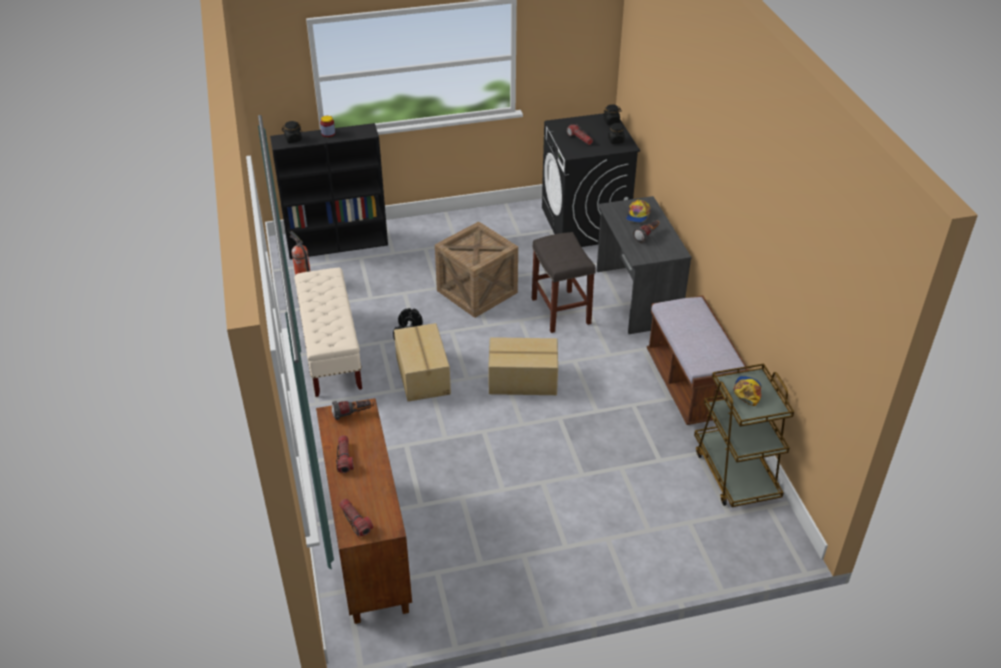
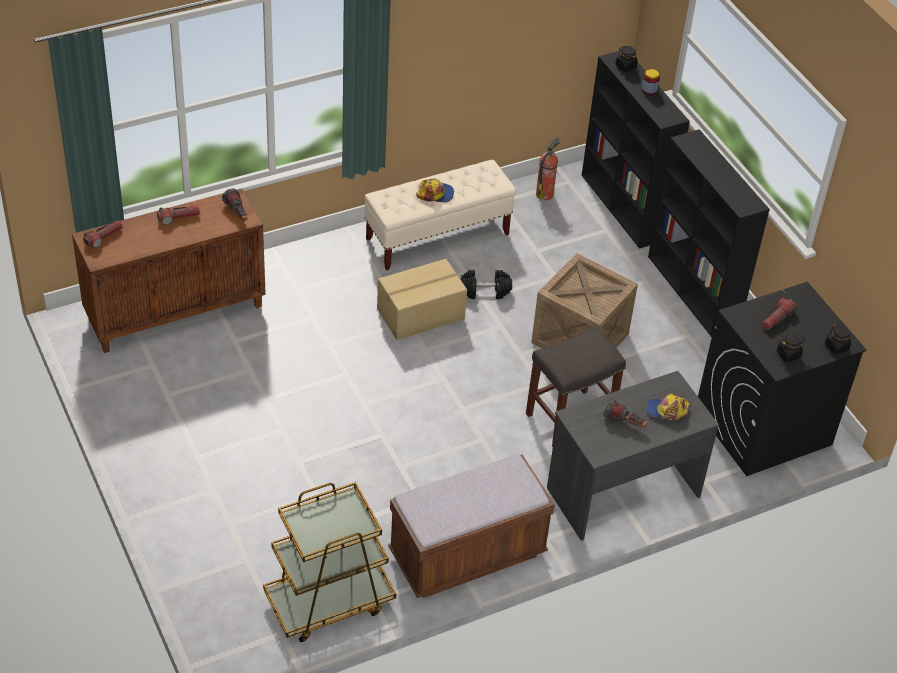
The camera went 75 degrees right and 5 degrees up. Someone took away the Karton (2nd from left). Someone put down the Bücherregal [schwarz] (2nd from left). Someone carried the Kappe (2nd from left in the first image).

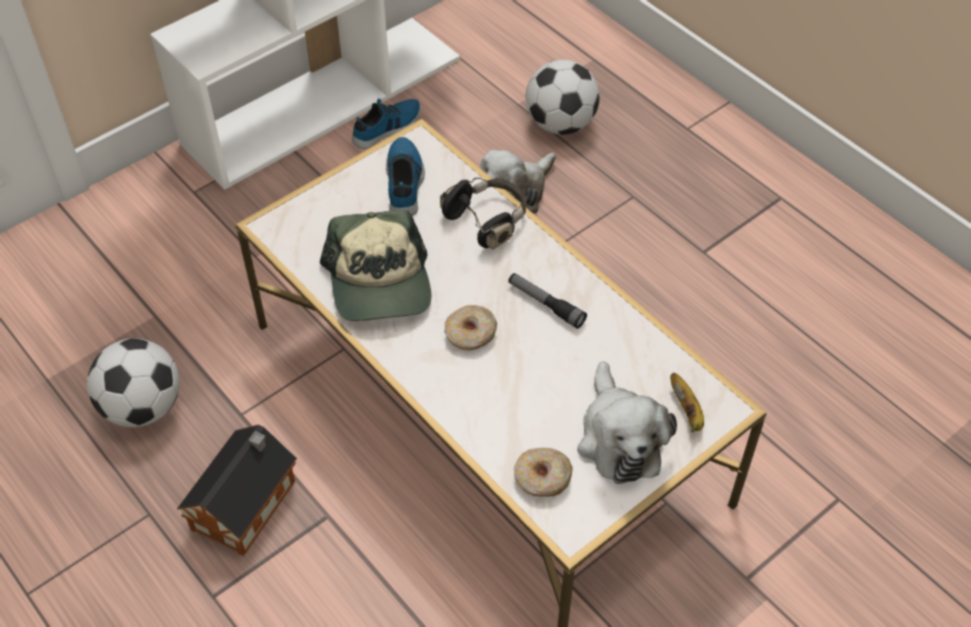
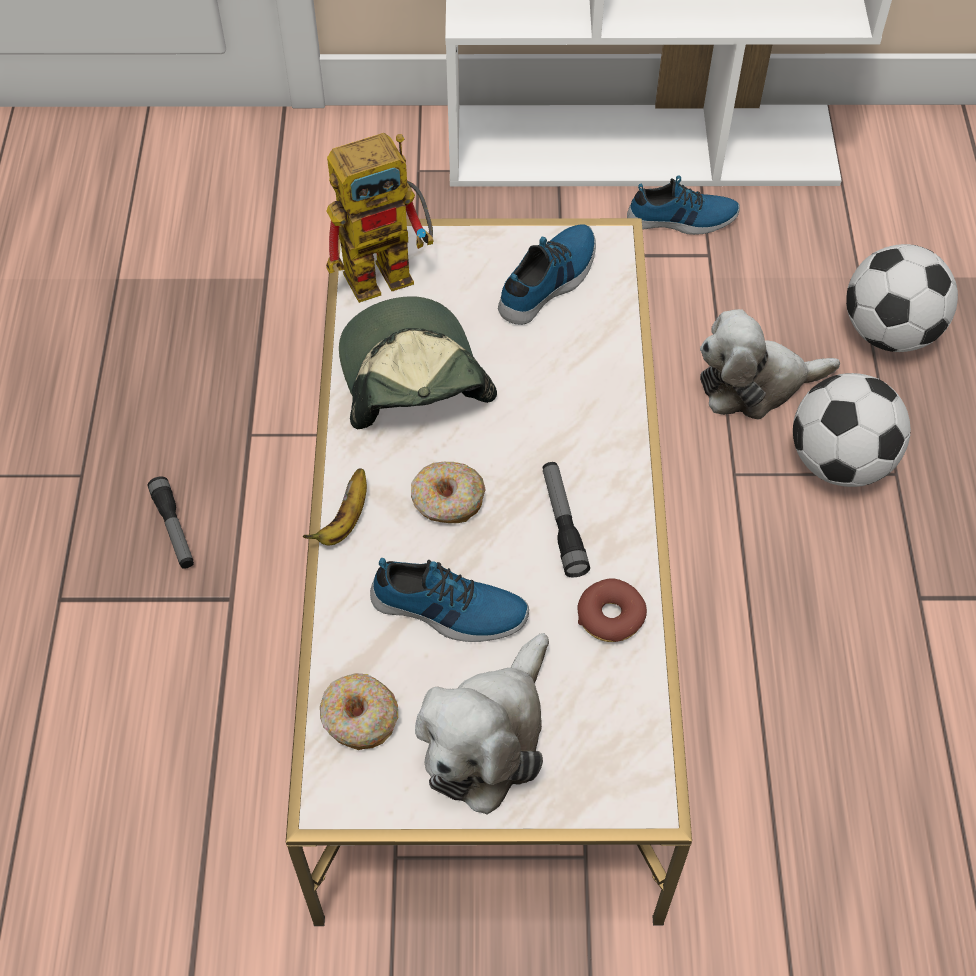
The camera went 40 degrees right and 5 degrees up. Someone took away the Kopfhörer [schwarz]. Someone put down the Spielzeugroboter. Someone put down the Schuh (1st from left). Someone put down the Donut (3rd from left). Someone carried the Fußball (1st from left). Someone carried the Banane. Someone swapped the Spielzeughaus for the Taschenlampe (1st from left). Someone rotated the Kappe by 135 degrees clockwise.

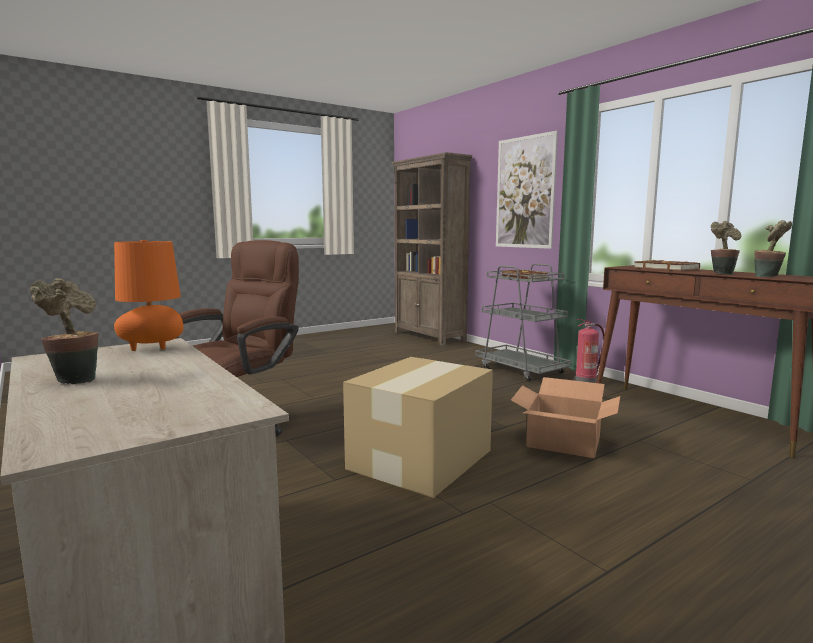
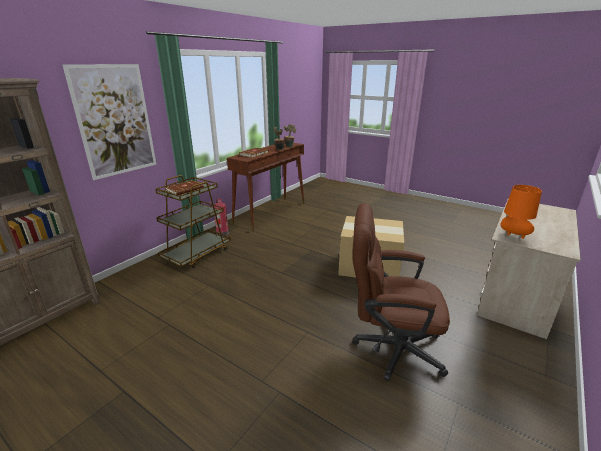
The camera went 110 degrees left and 15 degrees up. Someone took away the Topfpflanze (1st from left). Someone took away the Karton (2nd from left). Someone repainted the Rollwagen [grau], which became the Rollwagen [braun].

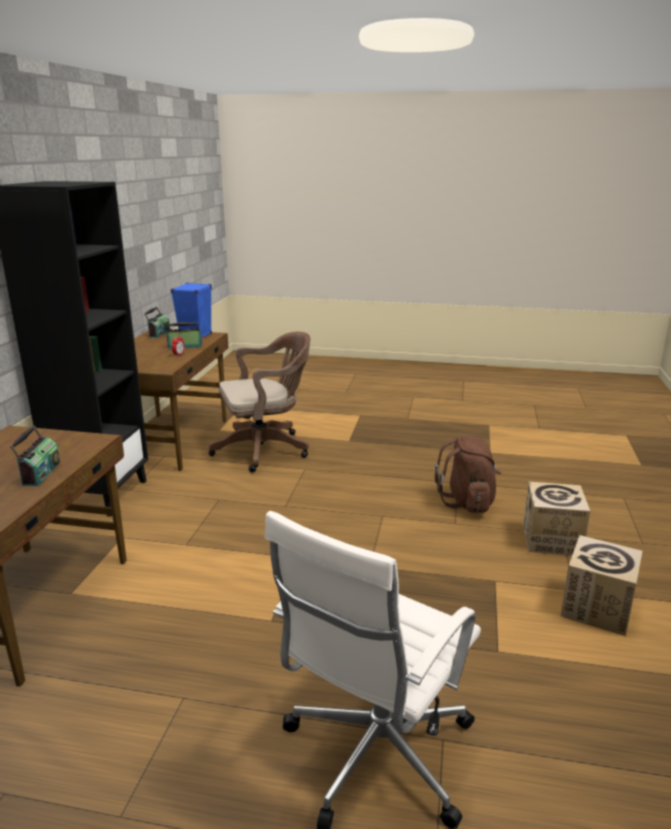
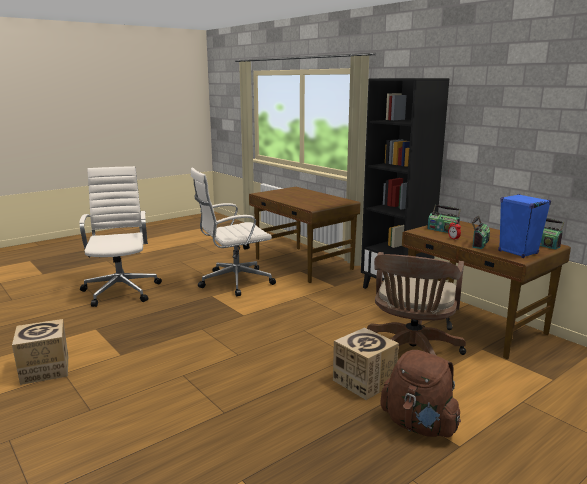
The camera went 130 degrees right and 5 degrees down. Someone put down the Bürostuhl [weiß] (2nd from left). Someone carried the Radio (1st from left). Someone carried the Rucksack [braun]. Someone carried the Karton (1st from left in the first image).

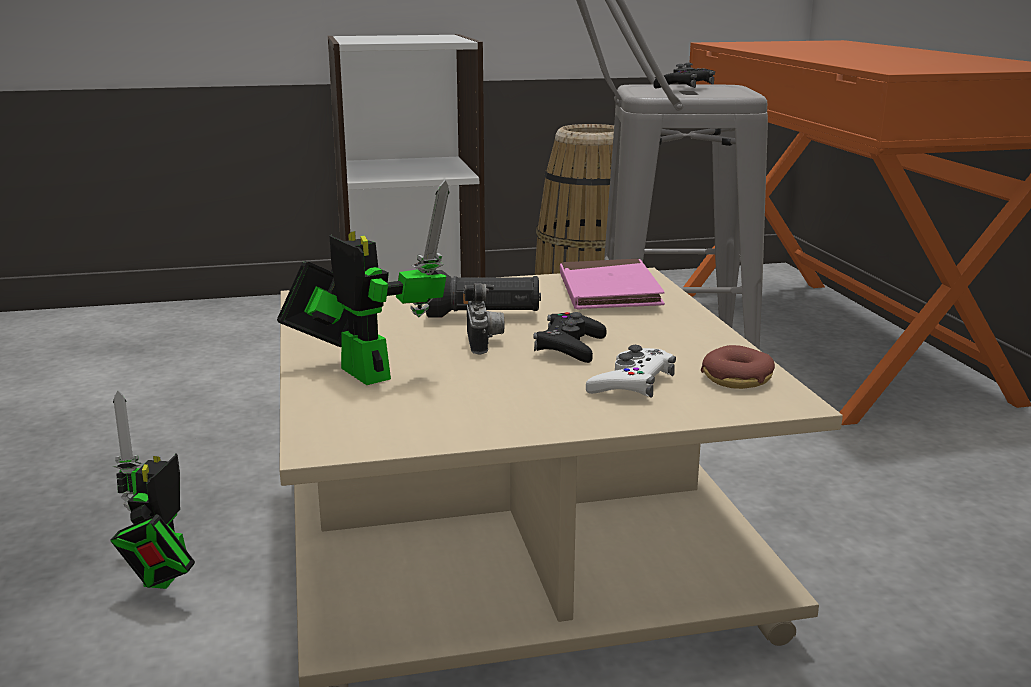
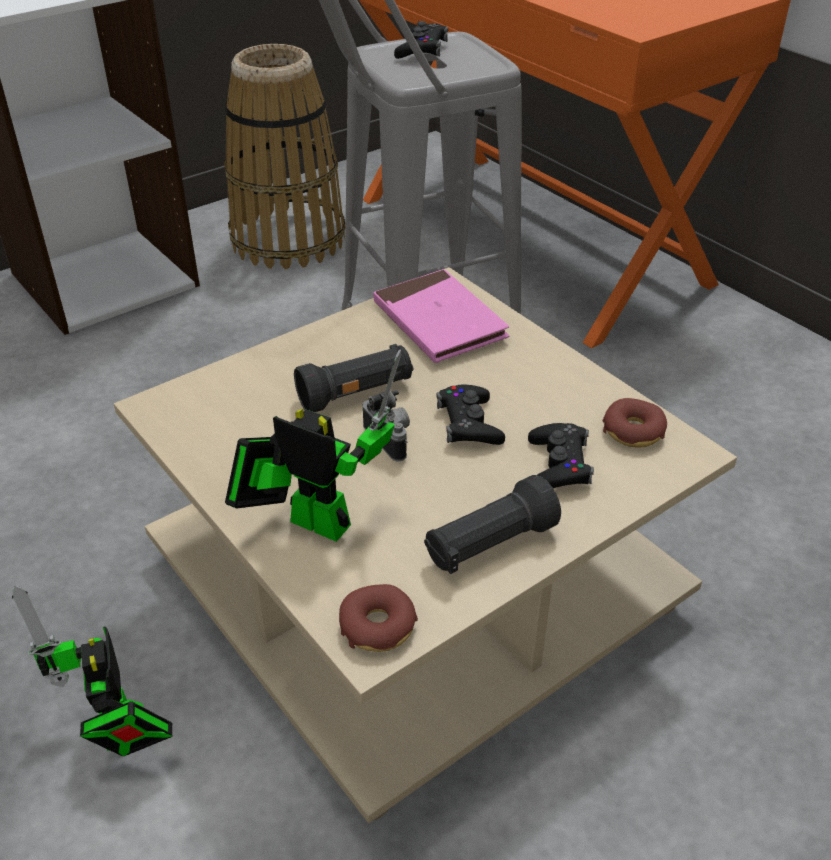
The camera went 25 degrees left and 20 degrees up. Someone put down the Donut (1st from left). Someone put down the Taschenlampe [schwarz] (2nd from left). Someone repainted the Gamepad [weiß], which became the Gamepad [schwarz] (3rd from left).

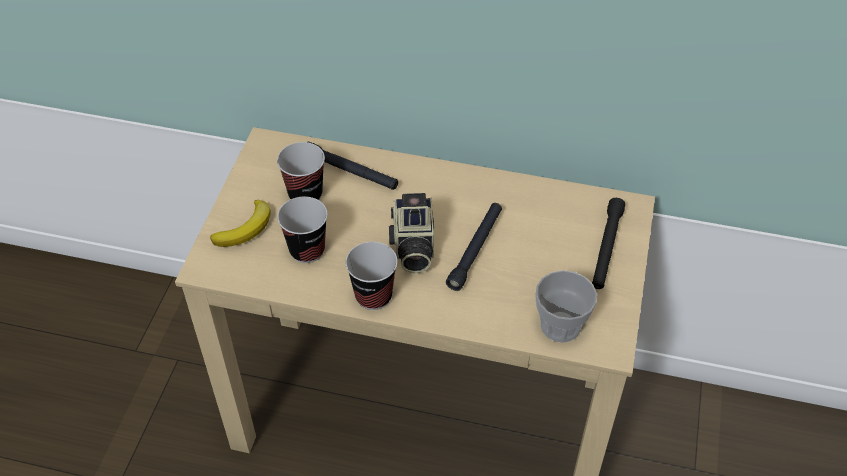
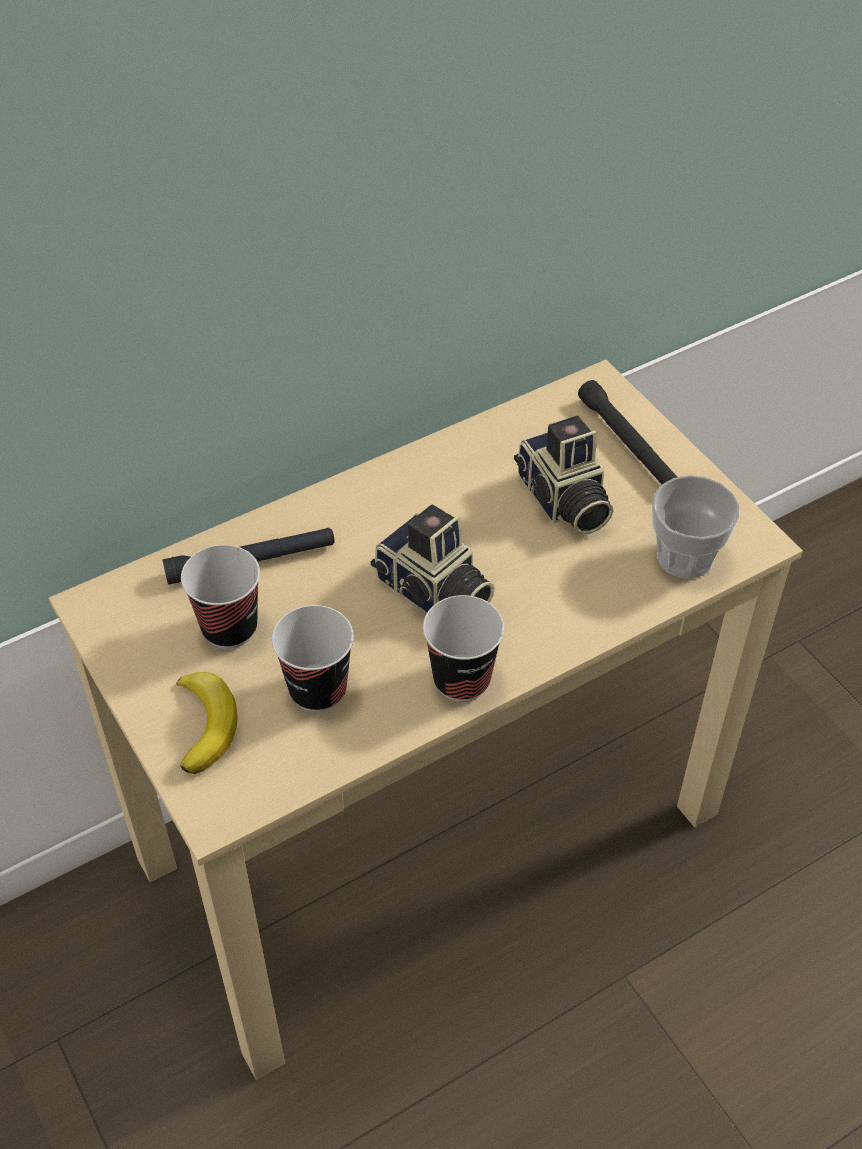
The camera went 45 degrees left and 0 degrees up. Someone took away the Taschenlampe [schwarz] (2nd from left). Someone put down the Kamera (2nd from left).

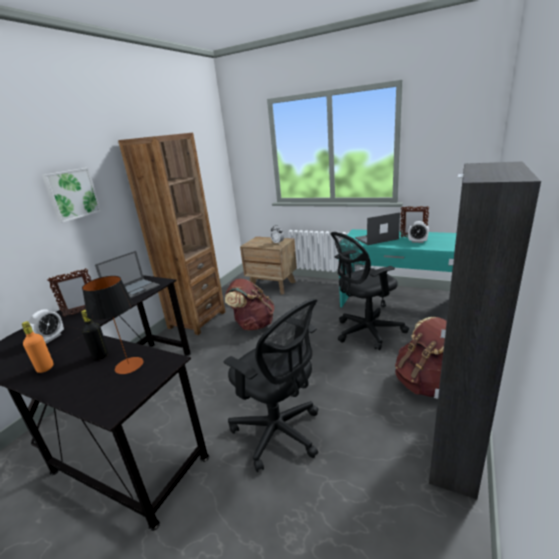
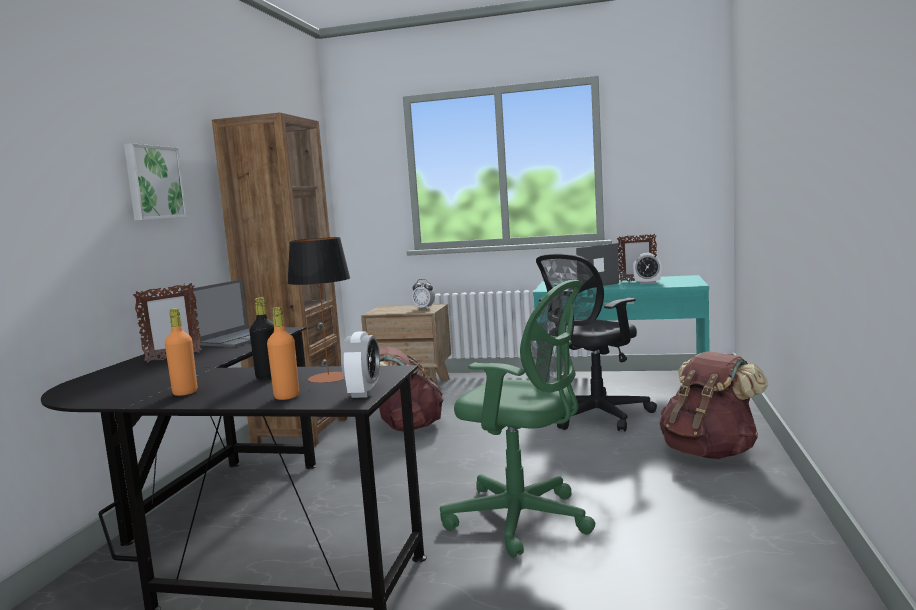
The camera went 15 degrees left and 15 degrees down. Someone took away the Schrank [schwarz]. Someone put down the Flasche [orange] (2nd from left). Someone carried the Wecker (1st from left). Someone repainted the Bürostuhl [schwarz] (1st from left), which became the Bürostuhl [grün].

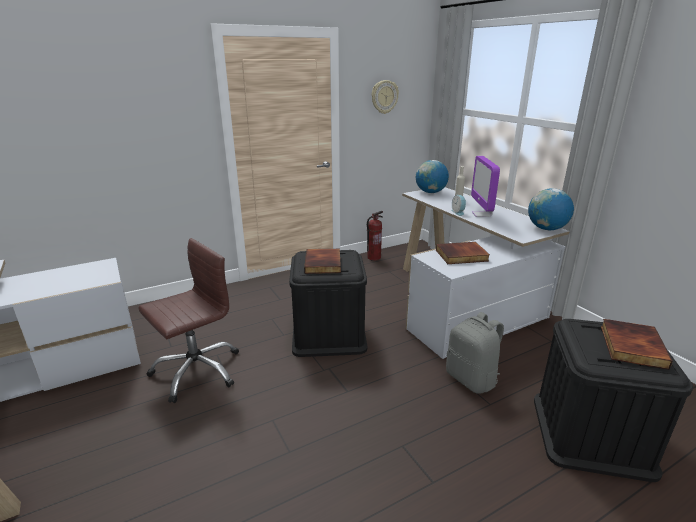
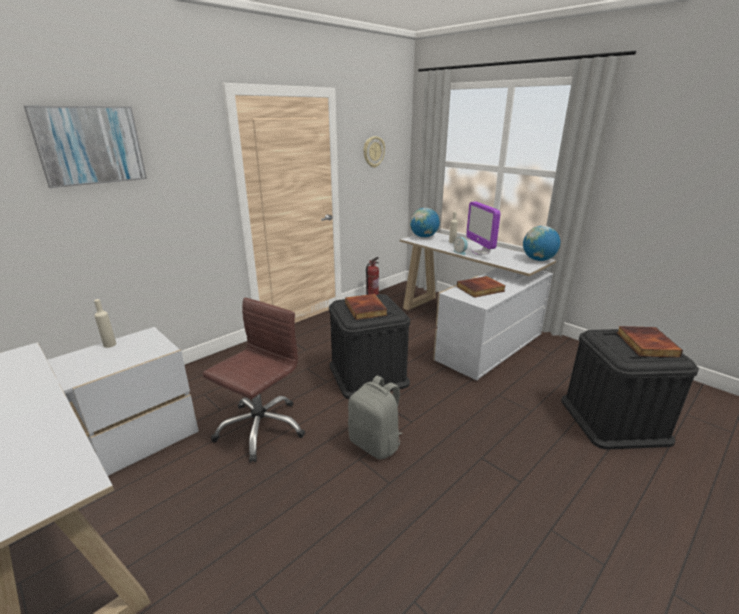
The camera went 15 degrees left and 0 degrees up. Someone put up the Bild. Someone put down the Flasche [beige] (1st from left). Someone carried the Rucksack [grau].

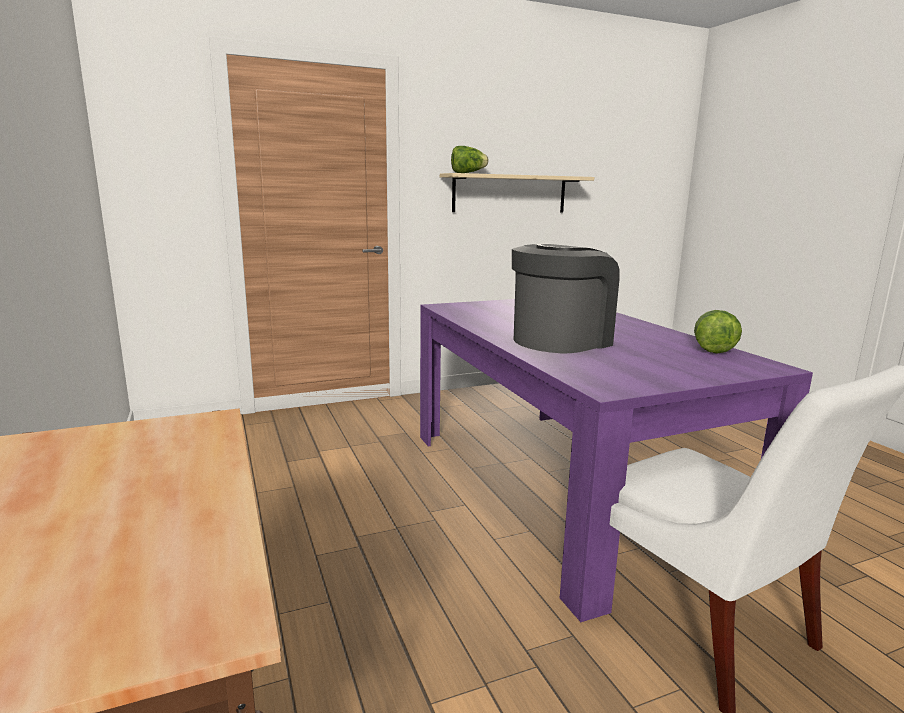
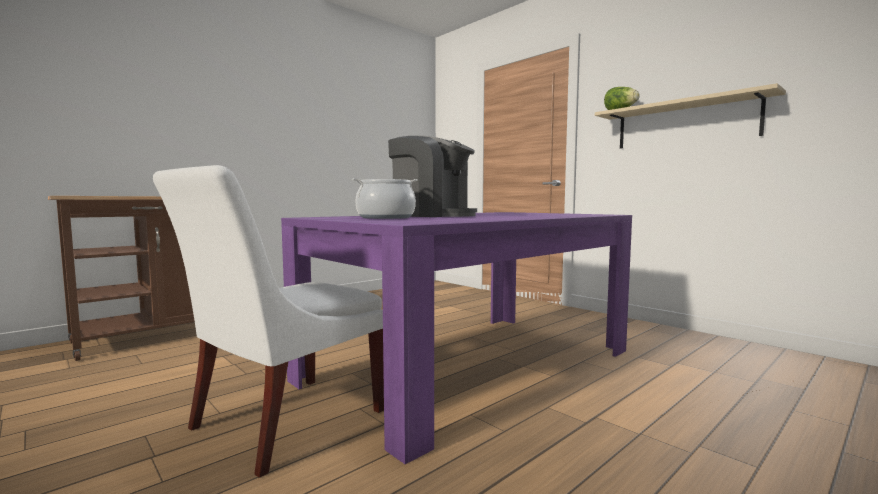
The camera went 70 degrees right and 10 degrees down. Someone took away the Salatkopf (2nd from left). Someone put down the Kochtopf.

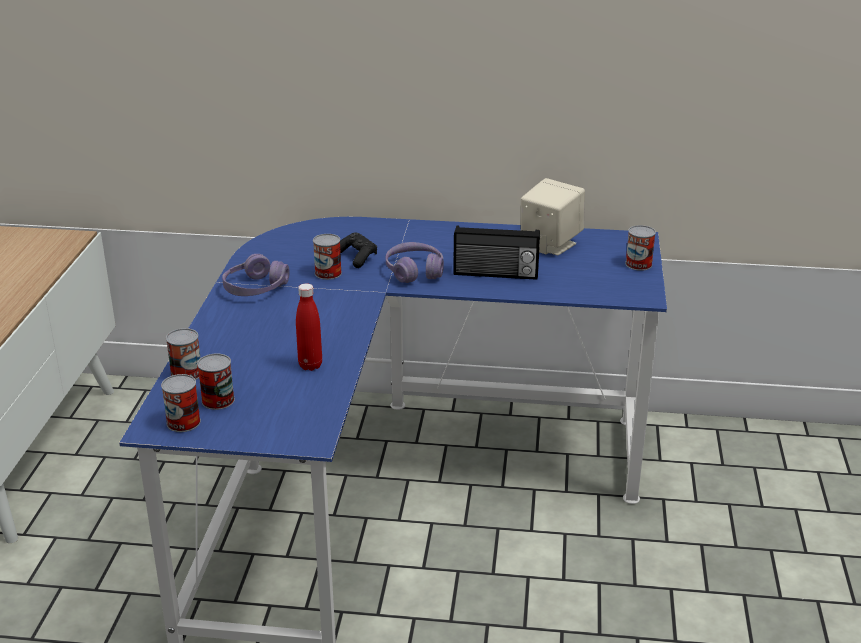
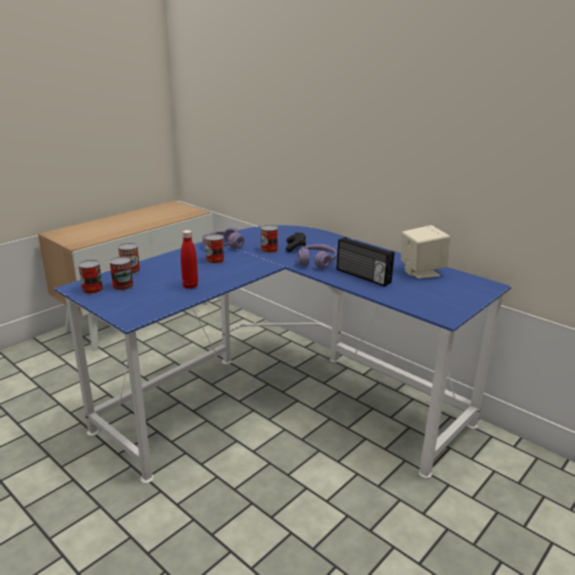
The camera went 35 degrees right and 5 degrees down. Someone carried the Dose (5th from left in the first image).

